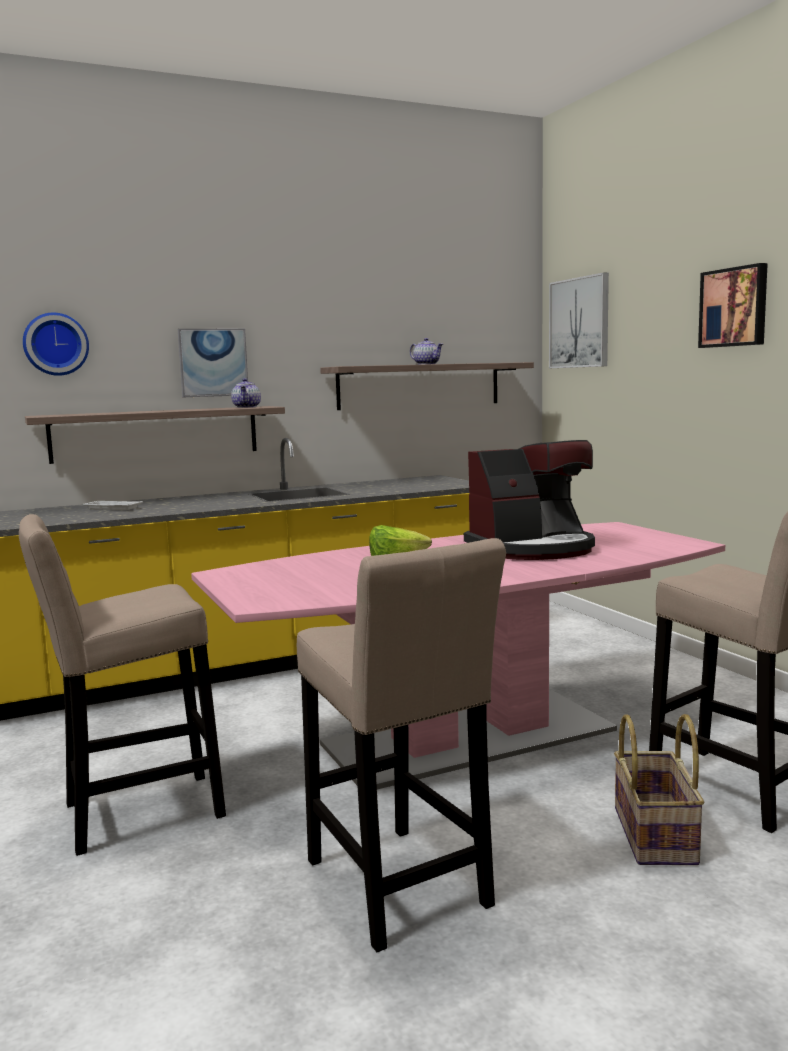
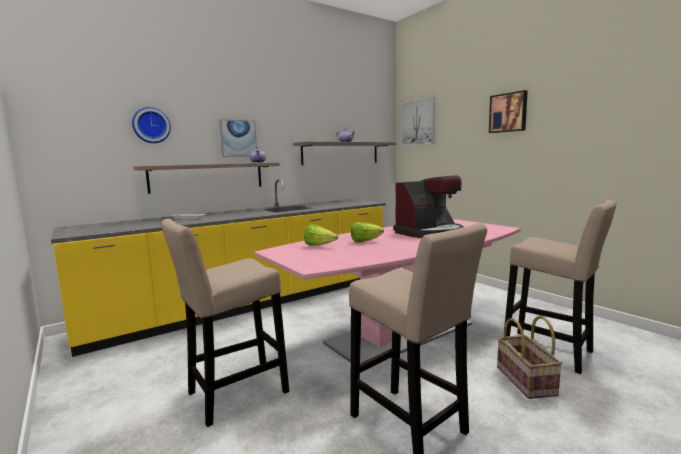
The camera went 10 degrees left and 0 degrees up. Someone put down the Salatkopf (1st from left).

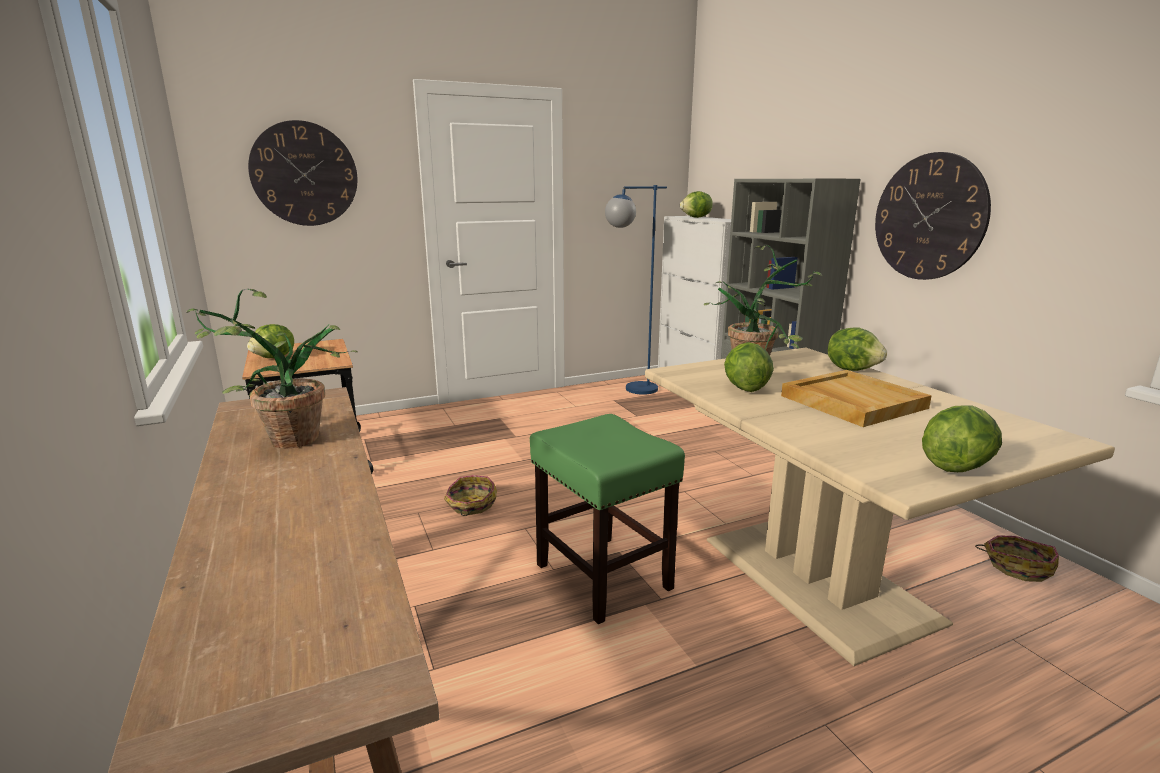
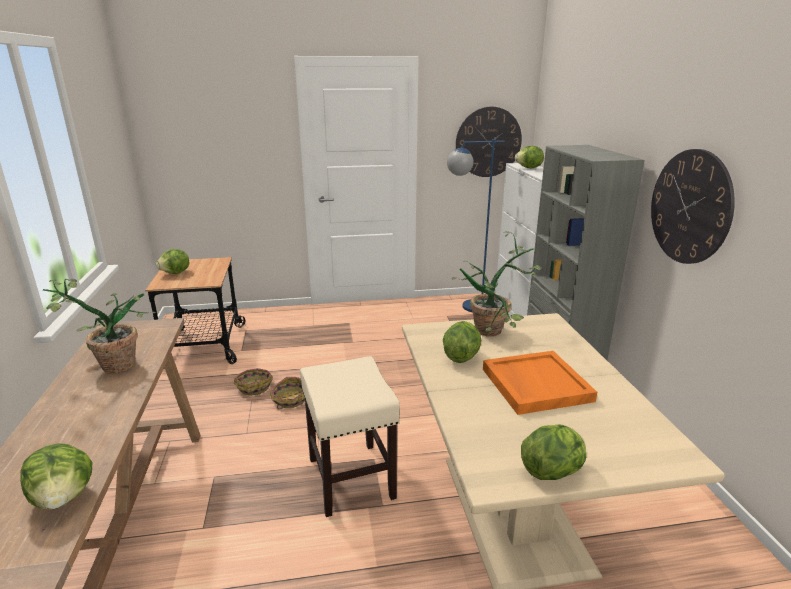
The camera went 15 degrees right and 5 degrees up. Someone carried the Wanduhr (1st from left). Someone carried the Salatkopf (4th from left in the first image). Someone carried the Korb (2nd from left in the first image). Someone repainted the Hocker [grün], which became the Hocker [beige]. Someone repainted the Tablett [beige], which became the Tablett [orange].

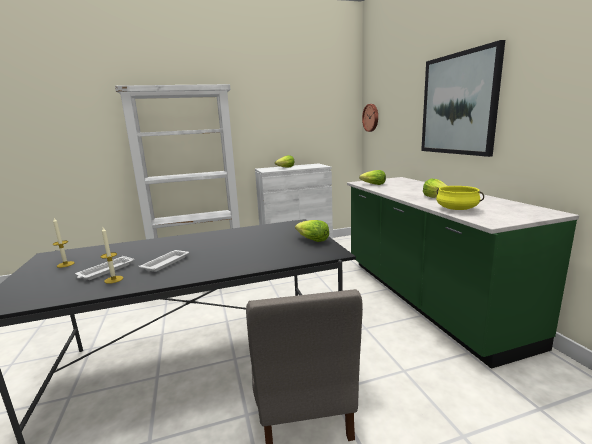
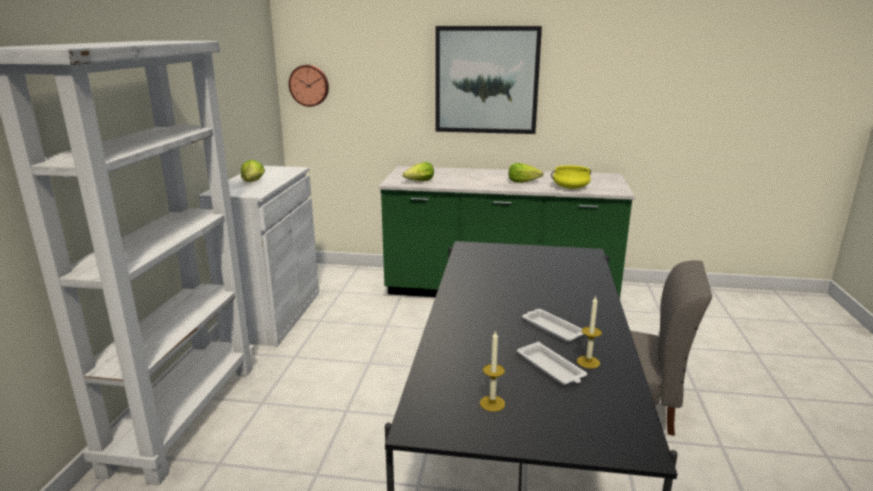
The camera went 65 degrees left and 5 degrees up. Someone took away the Salatkopf (2nd from left).

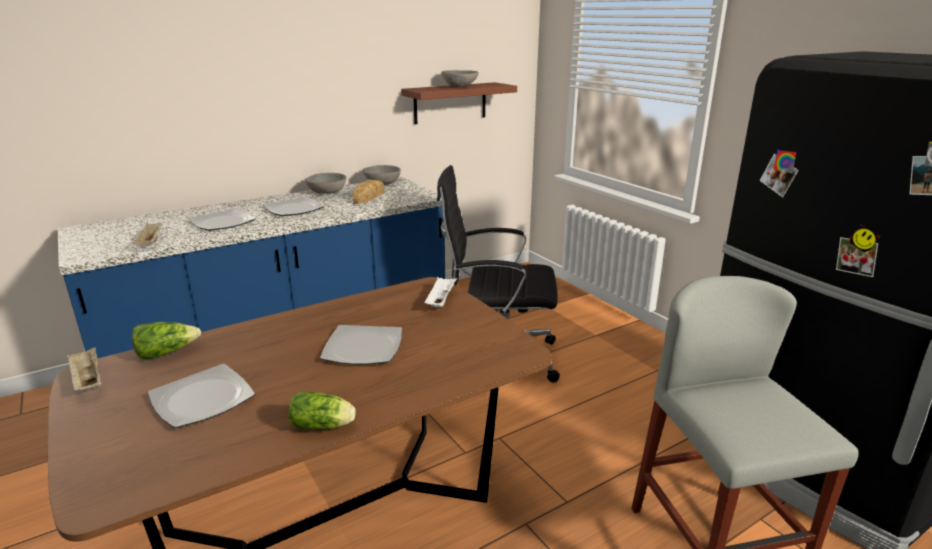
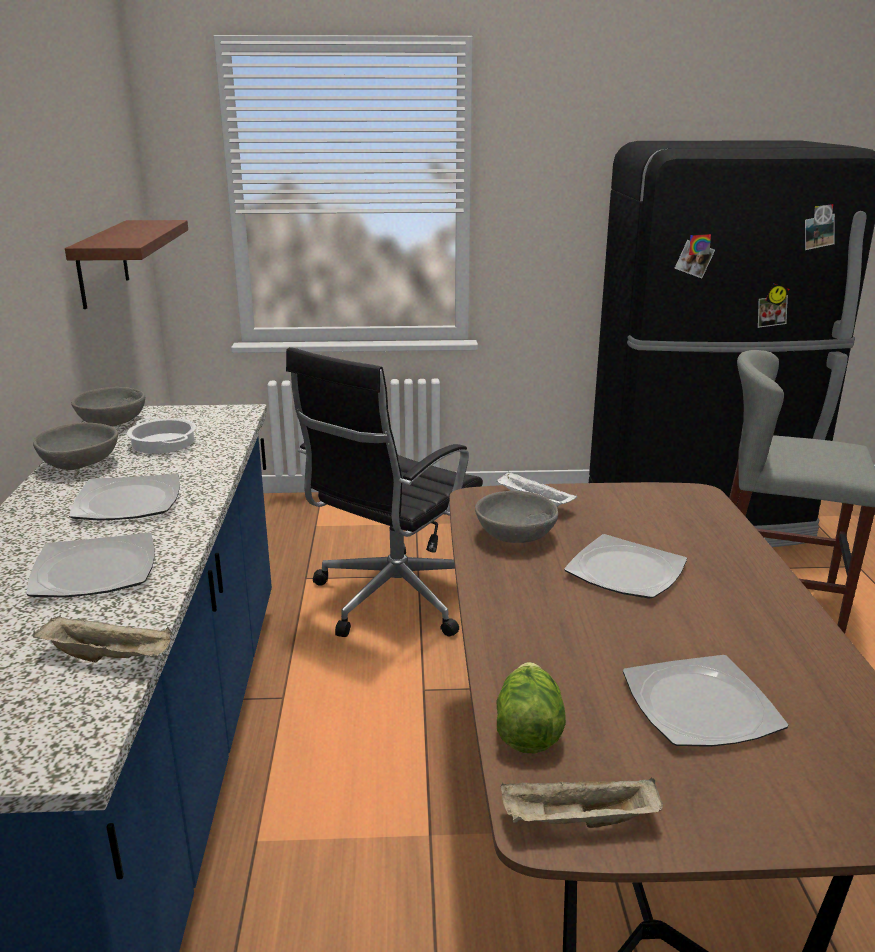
The camera went 60 degrees left and 0 degrees up. Someone took away the Salatkopf (2nd from left). Someone carried the Schüssel [grau] (3rd from left). Someone swapped the Brot for the Kochtopf.

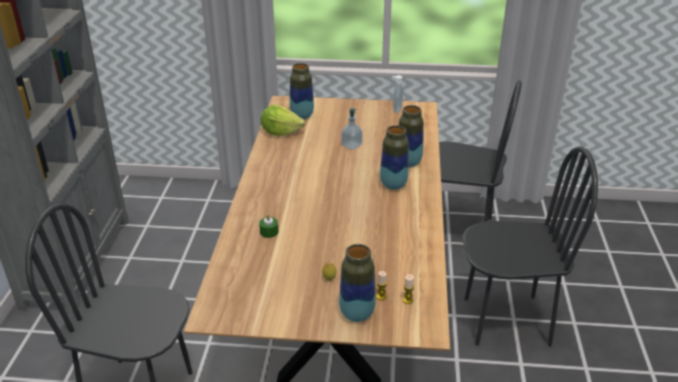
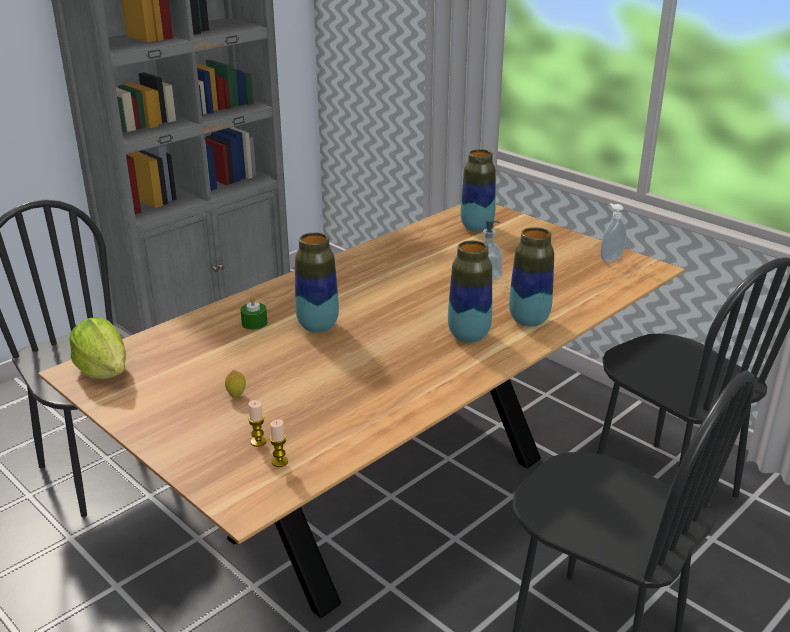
The camera went 40 degrees right and 5 degrees down. Someone carried the Salatkopf. Someone carried the Vase (2nd from left in the first image).

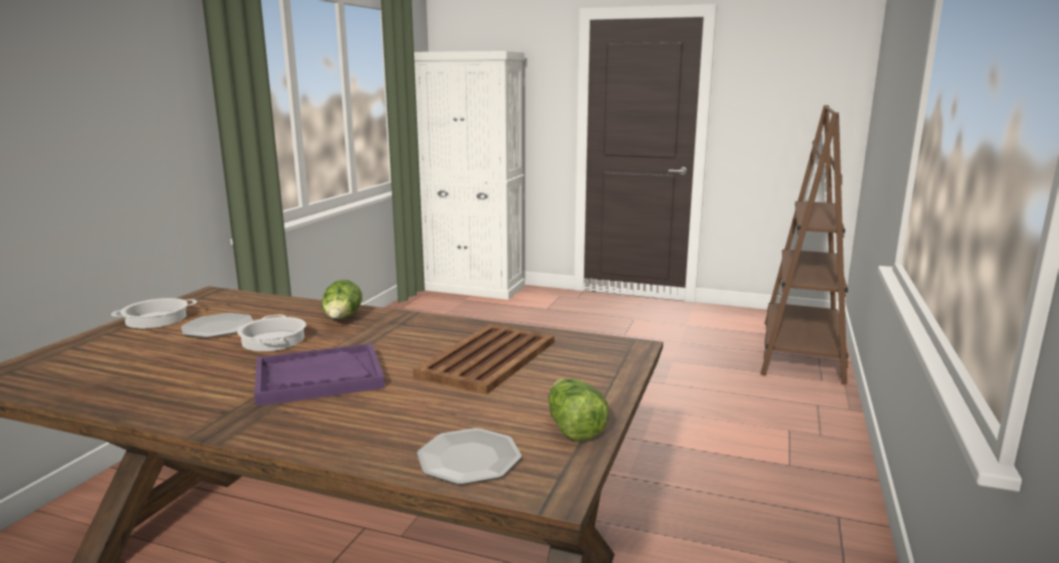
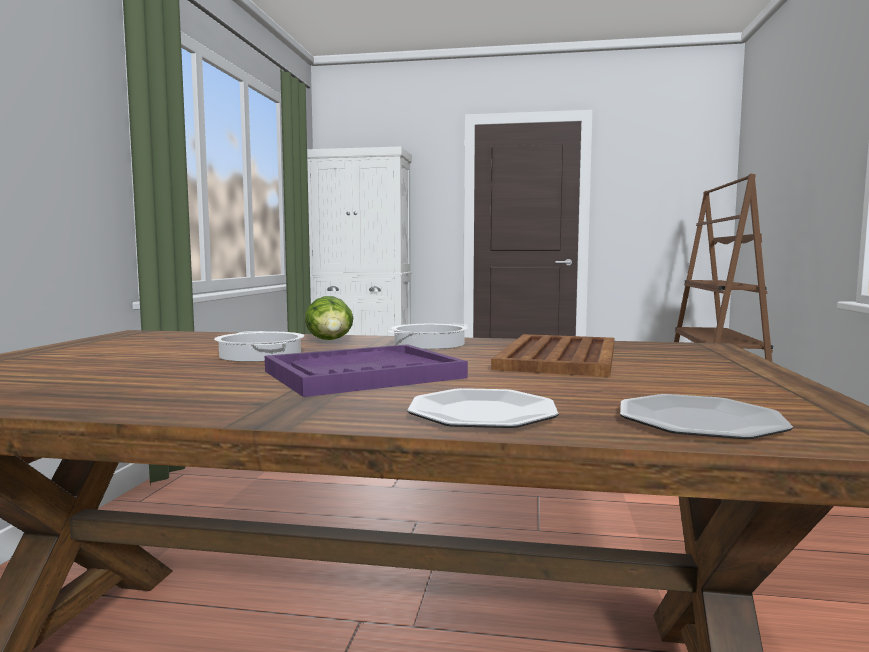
The camera went 10 degrees left and 10 degrees down. Someone took away the Salatkopf (2nd from left). Someone carried the Kochtopf (1st from left in the first image). Someone carried the Teller (1st from left).

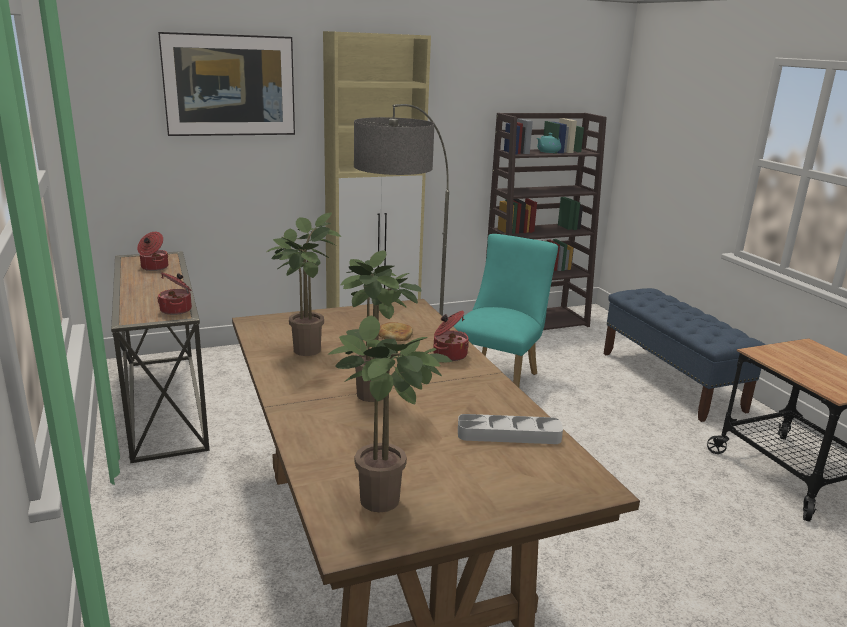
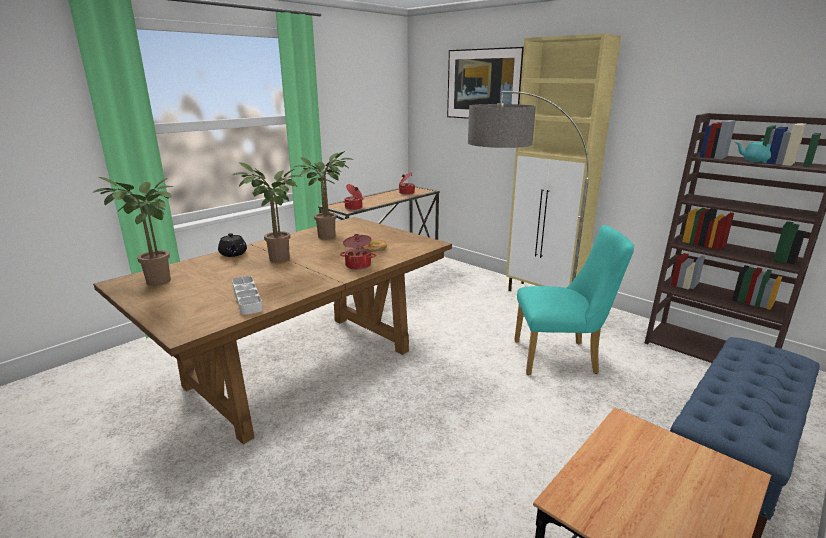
The camera went 65 degrees right and 0 degrees up. Someone put down the Teekanne [schwarz].

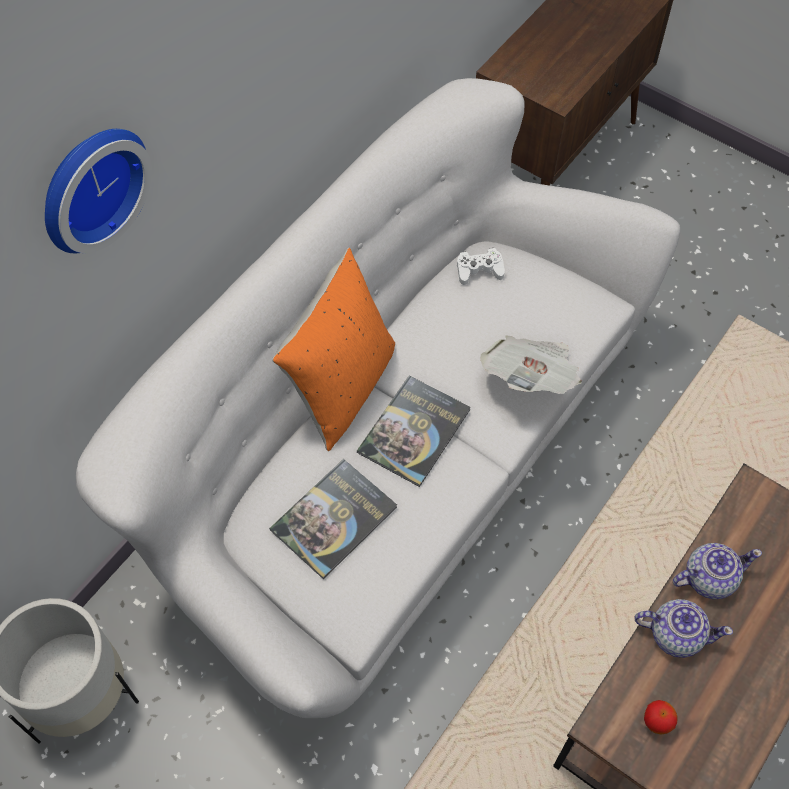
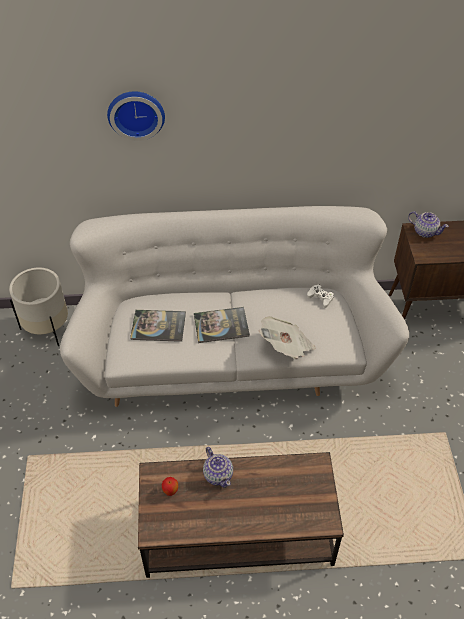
The camera went 50 degrees right and 10 degrees down. Someone took away the Kissen [orange]. Someone carried the Teekanne (2nd from left).

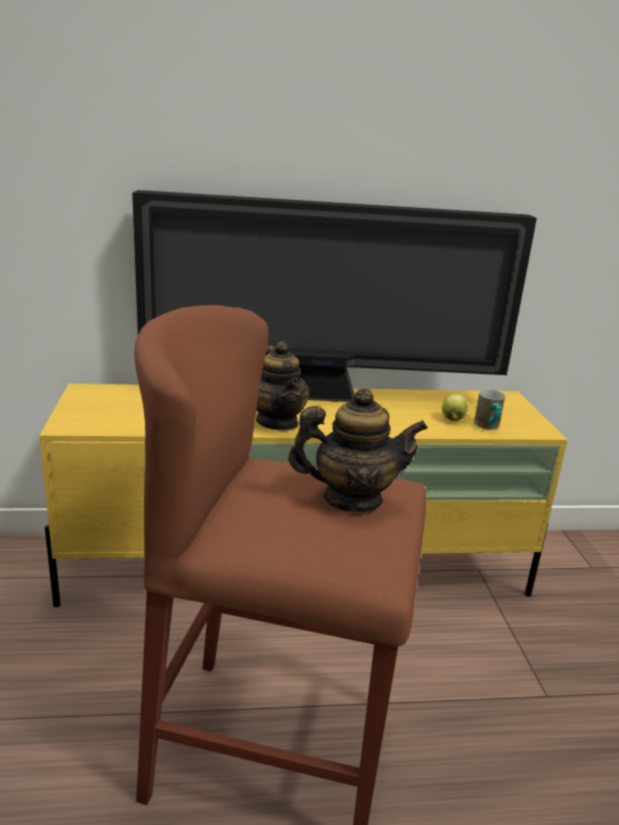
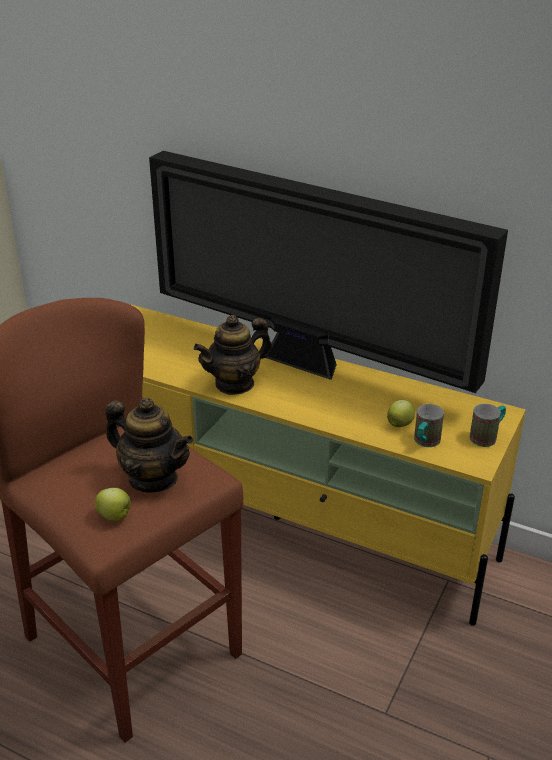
The camera went 35 degrees right and 10 degrees up. Someone put down the Apfel (1st from left). Someone put down the Henkelbecher (2nd from left). Someone rotated the Teekanne (1st from left in the first image) by 45 degrees clockwise.

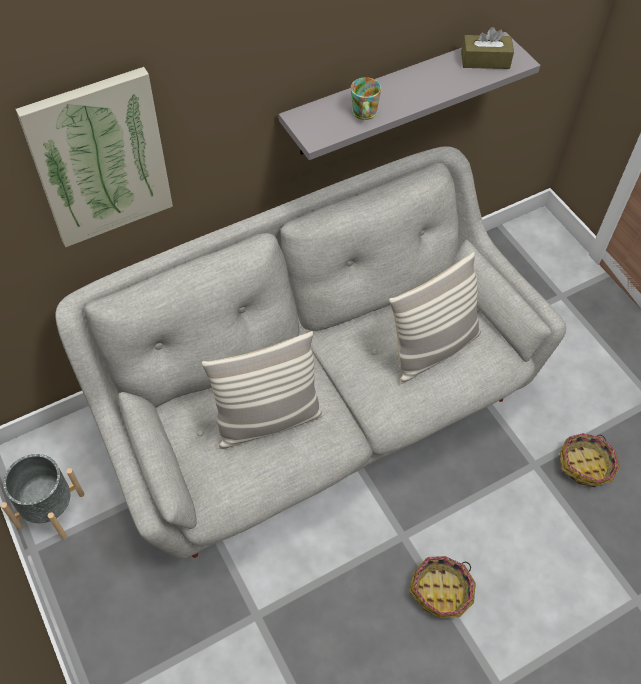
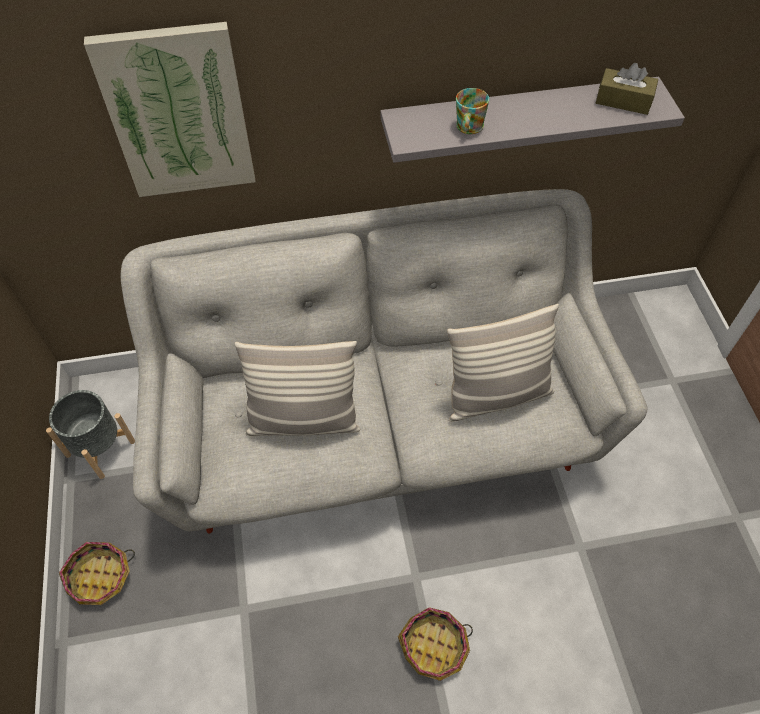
The camera went 20 degrees right and 0 degrees up. Someone carried the Korb (2nd from left in the first image).

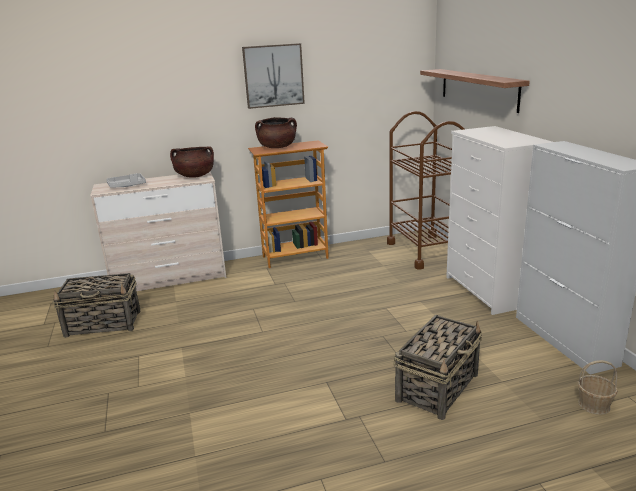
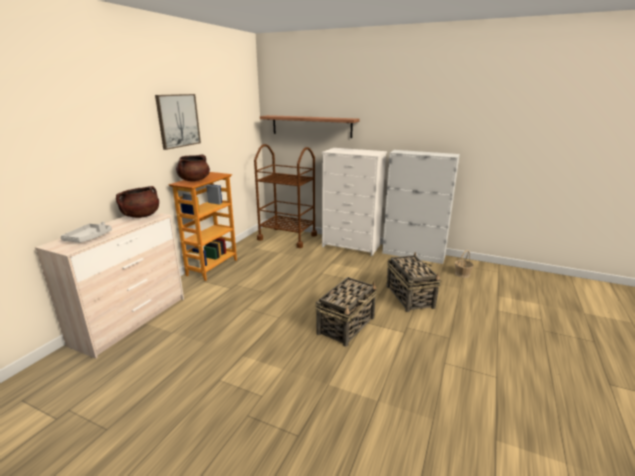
The camera went 50 degrees left and 0 degrees up. Someone carried the Korb (1st from left).

